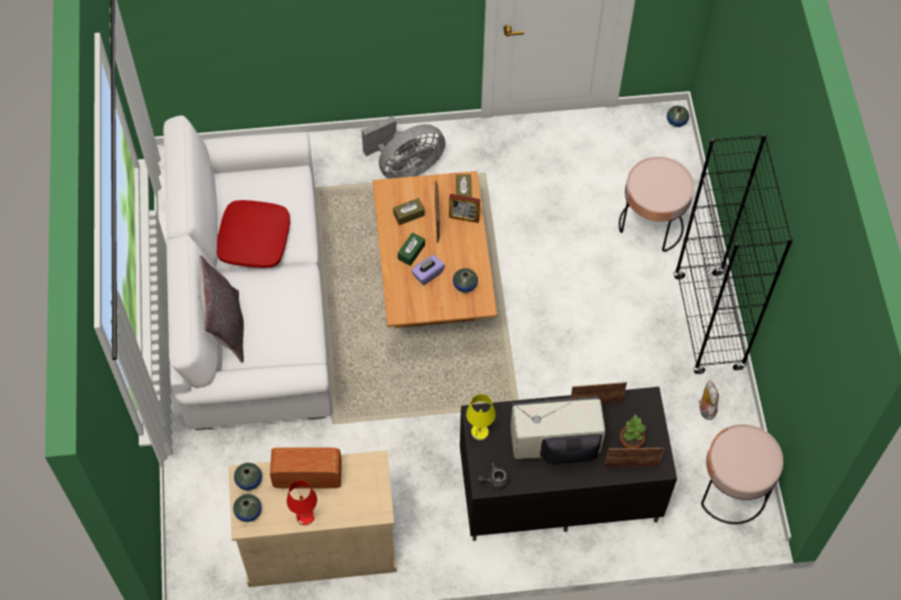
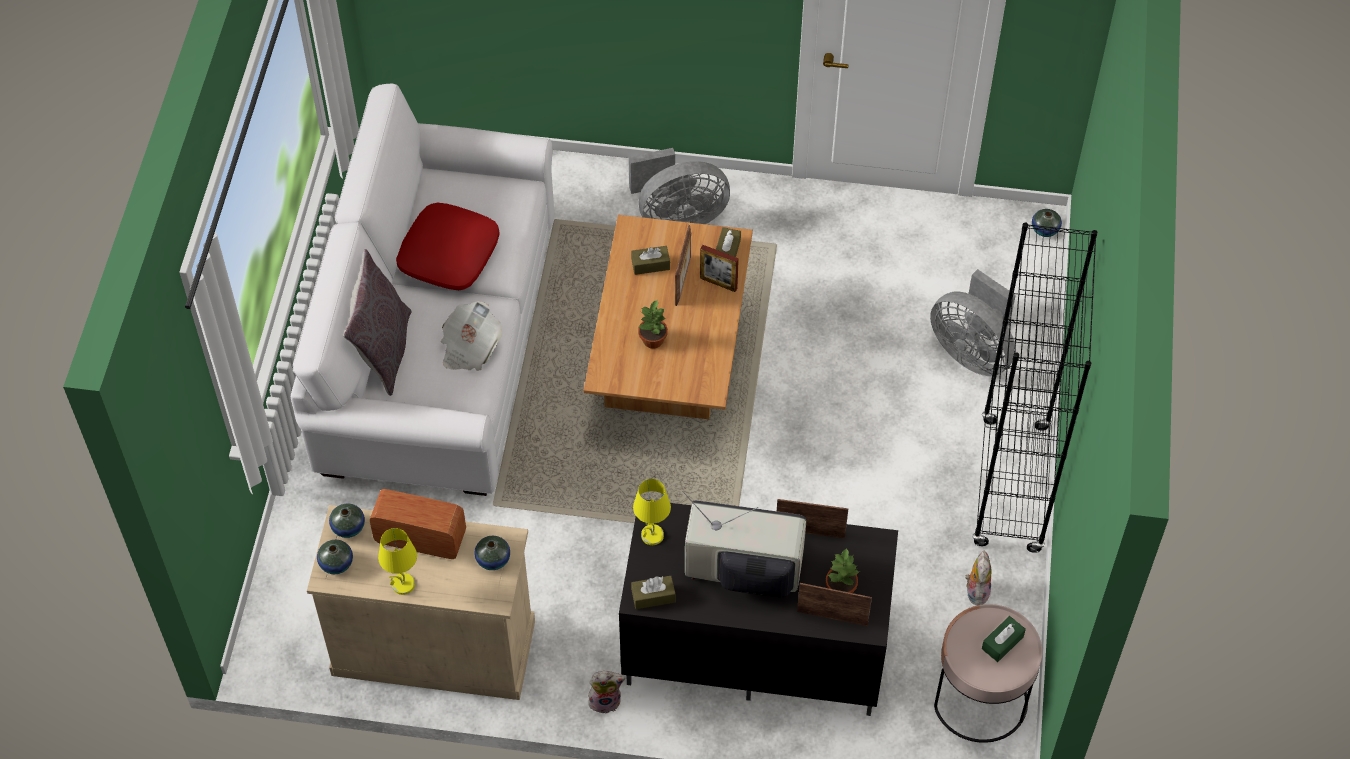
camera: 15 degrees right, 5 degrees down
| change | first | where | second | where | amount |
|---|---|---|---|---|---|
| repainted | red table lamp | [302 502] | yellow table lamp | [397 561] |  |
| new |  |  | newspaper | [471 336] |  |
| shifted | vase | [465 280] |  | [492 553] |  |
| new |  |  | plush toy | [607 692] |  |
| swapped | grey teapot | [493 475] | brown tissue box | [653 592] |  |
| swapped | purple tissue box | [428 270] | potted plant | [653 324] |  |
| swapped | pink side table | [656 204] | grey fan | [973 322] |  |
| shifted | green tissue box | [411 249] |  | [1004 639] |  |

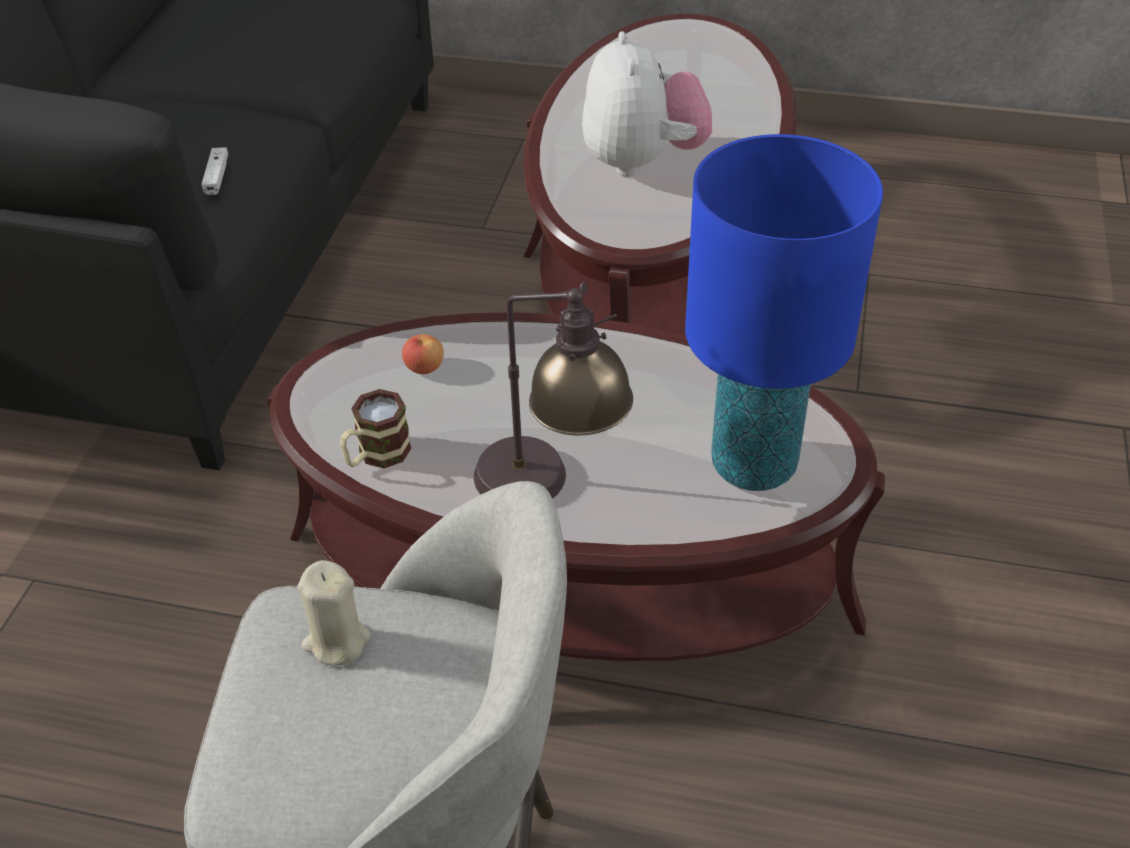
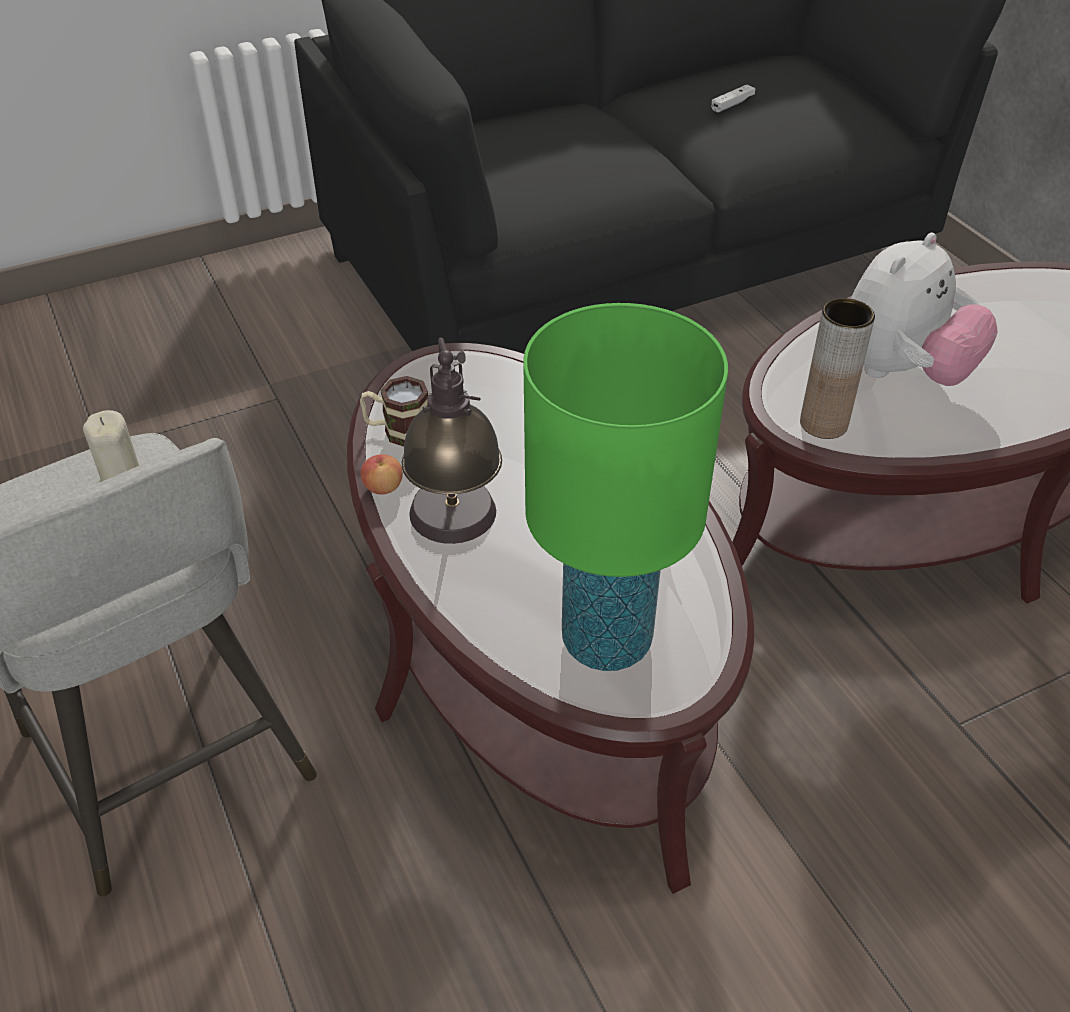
camera: 50 degrees right, 0 degrees up
| change | first | where | second | where | amount |
|---|---|---|---|---|---|
| shifted | apple | [423 354] |  | [381 474] |  |
| repainted | blue table lamp | [784 312] | green table lamp | [625 487] |  |
| shifted | white game controller | [214 171] |  | [733 98] |  |
| new |  |  | brown vase | [837 368] |  |

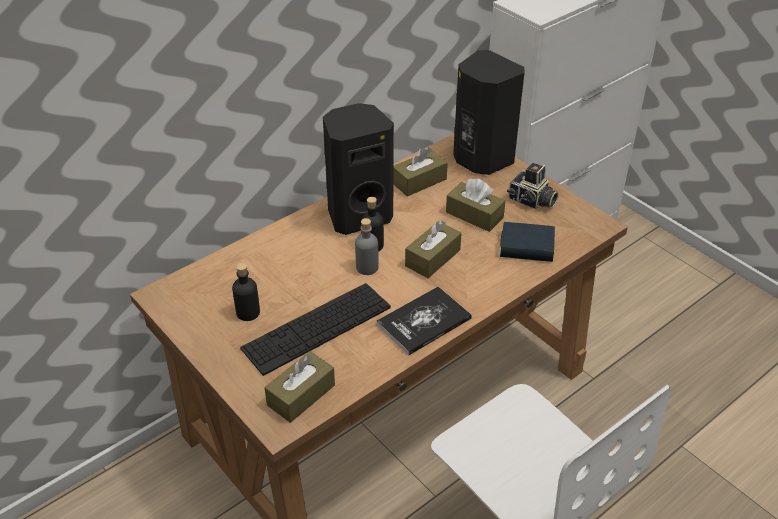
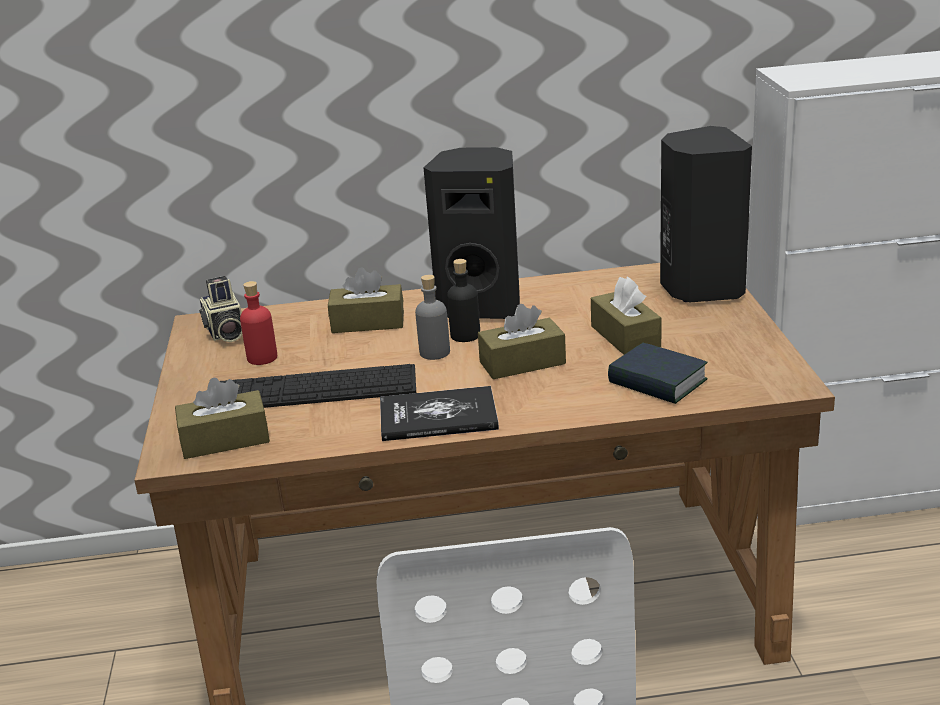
camera: 35 degrees right, 15 degrees down
| change | first | where | second | where | amount |
|---|---|---|---|---|---|
| shifted | photo camera | [533 186] |  | [220 309] |  |
| repainted | black bottle | [246 292] | red bottle | [258 323] |  |
| shifted | brown tissue box | [420 171] |  | [366 300] |  |

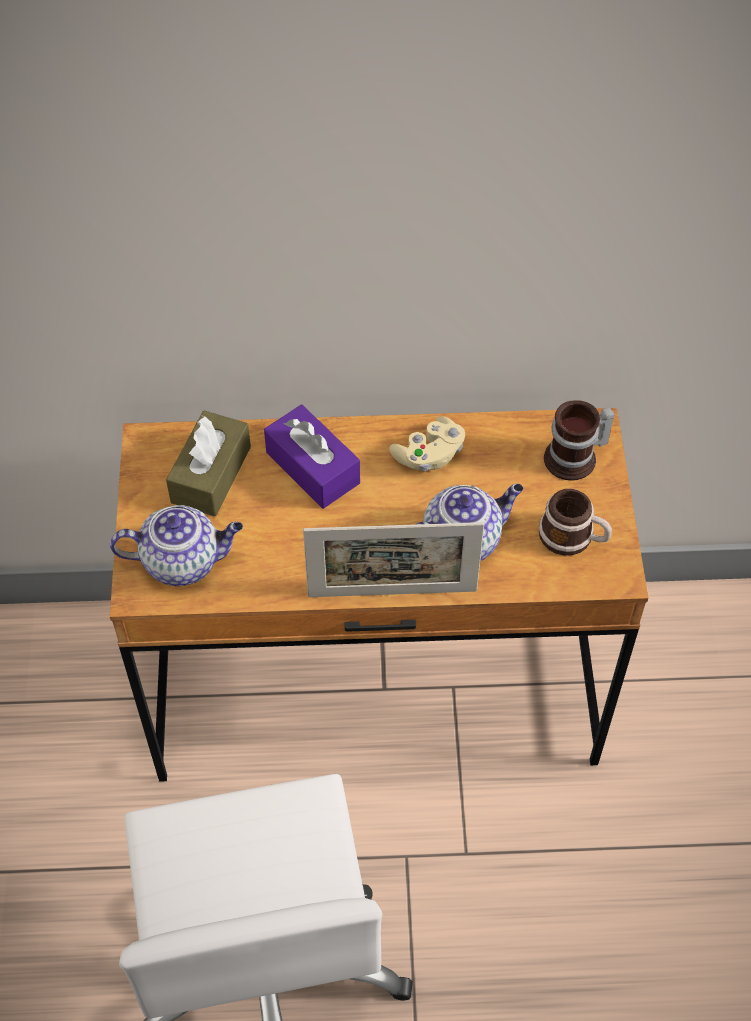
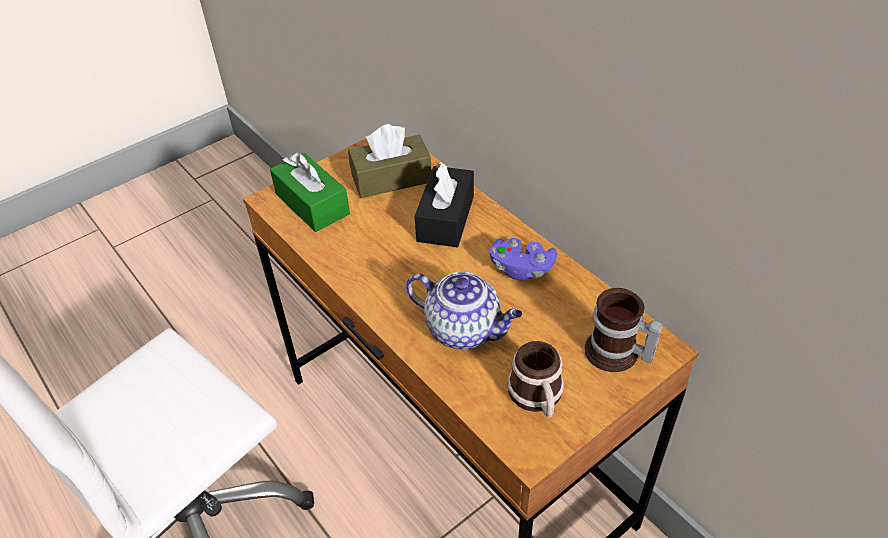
camera: 55 degrees right, 10 degrees down
| change | first | where | second | where | amount |
|---|---|---|---|---|---|
| swapped | teapot | [176 545] | green tissue box | [310 192] |  |
| repainted | purple tissue box | [312 457] | black tissue box | [444 204] |  |
| repainted | beige game controller | [427 444] | purple game controller | [523 259] |  |
| gone | picture frame | [393 559] |  |  |  |

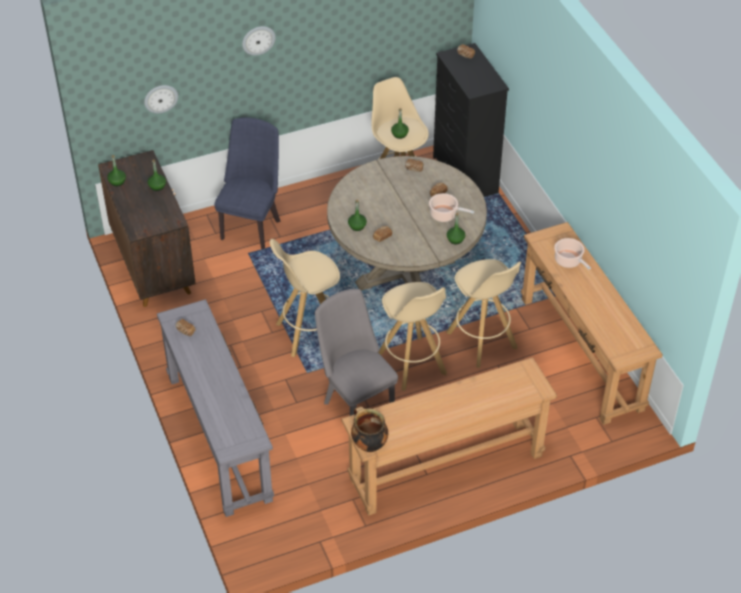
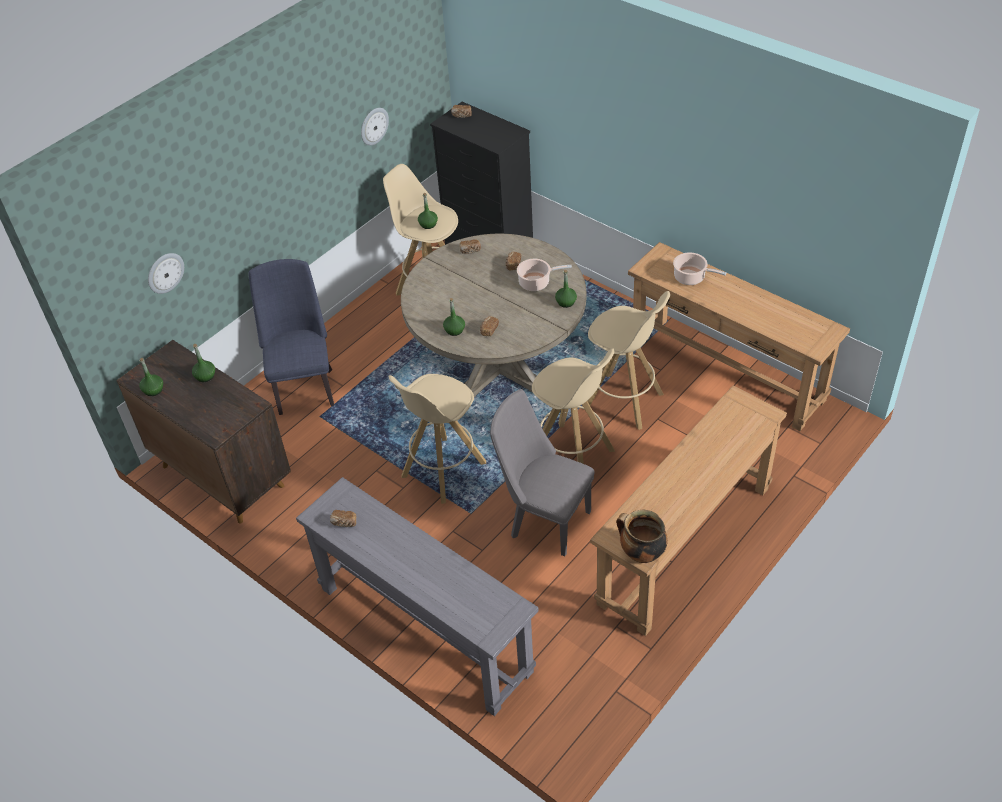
camera: 25 degrees left, 0 degrees up
| change | first | where | second | where | amount |
|---|---|---|---|---|---|
| shifted | wall clock | [259 41] |  | [375 126] |  |

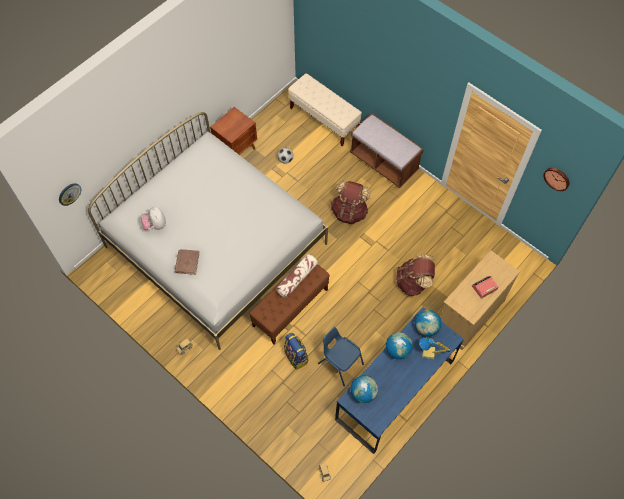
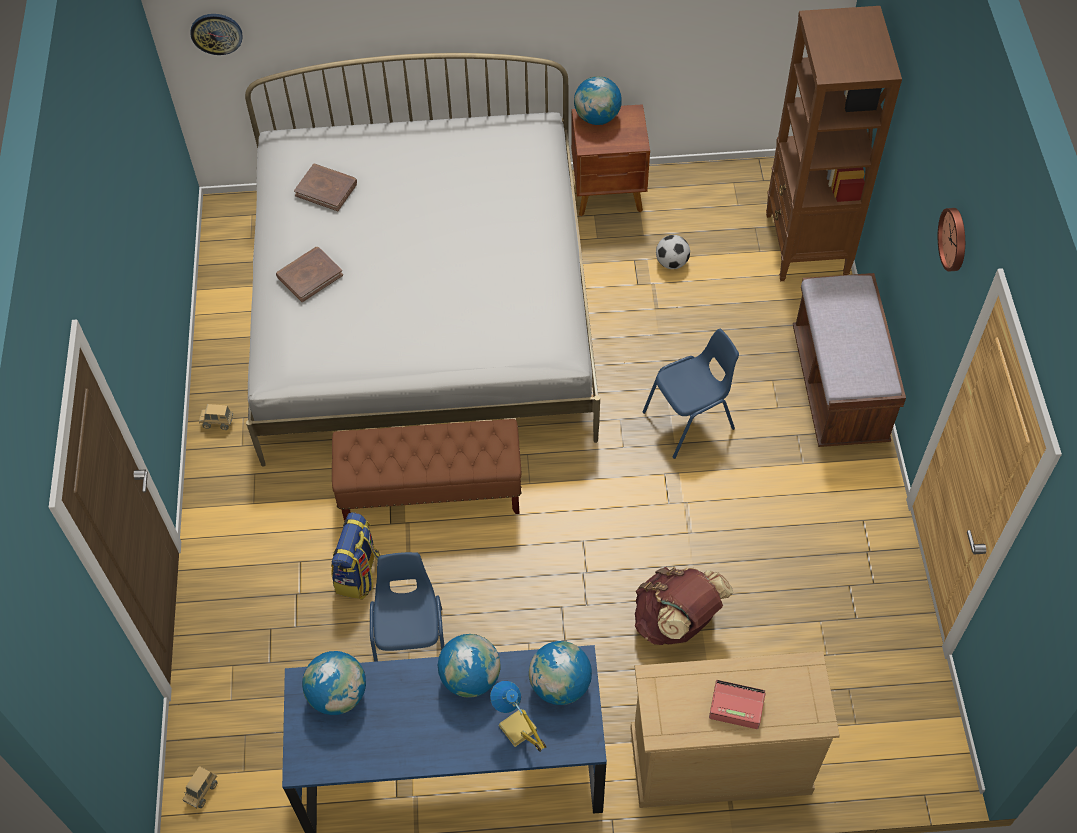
camera: 45 degrees right, 5 degrees down
| change | first | where | second | where | amount |
|---|---|---|---|---|---|
| swapped | plush toy | [153 218] | brown book | [325 187] |  |
| new |  |  | globe | [598 100] |  |
| swapped | brown backpack | [351 202] | blue chair | [691 394] |  |
| swapped | beige bench | [325 109] | brown bookcase | [834 143] |  |
| shifted | wall clock | [556 179] |  | [951 239] |  |
| gone | pillow | [297 276] |  |  |  |

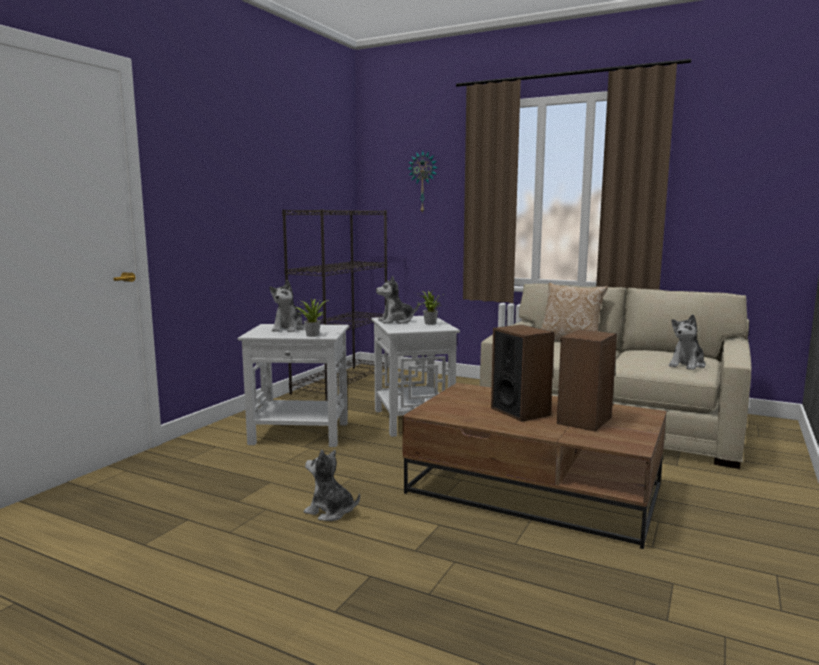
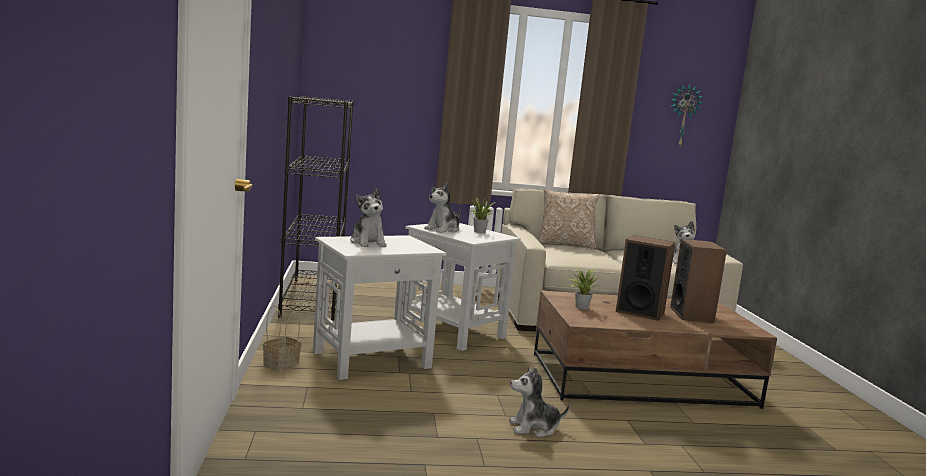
camera: 35 degrees left, 0 degrees up
| change | first | where | second | where | amount |
|---|---|---|---|---|---|
| new |  |  | basket | [282 338] |  |
| shifted | potted plant | [312 318] |  | [584 289] |  |
| shifted | wall clock | [423 182] |  | [687 115] |  |

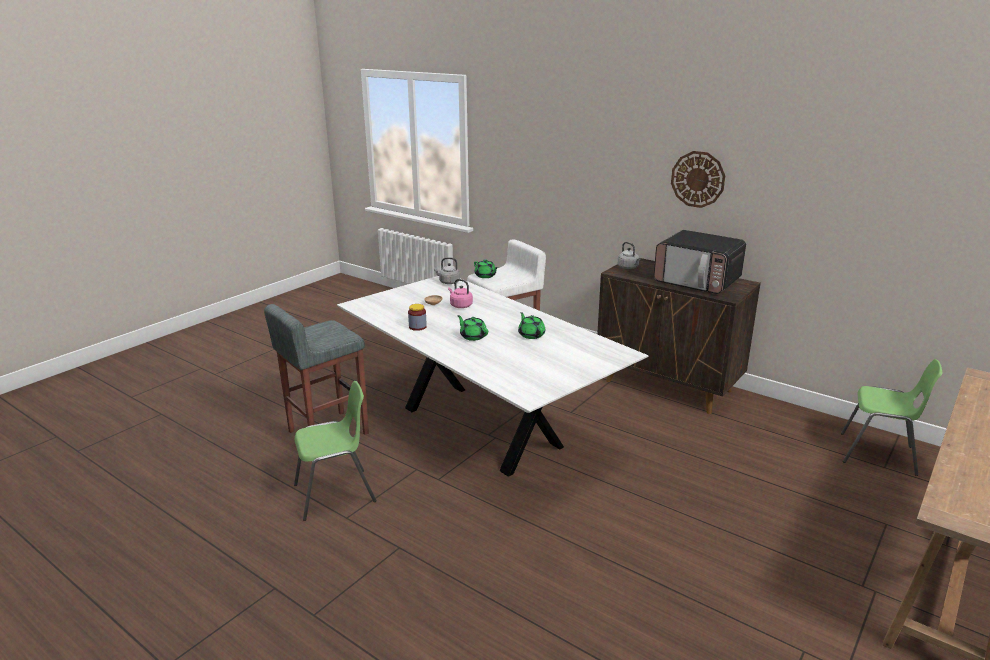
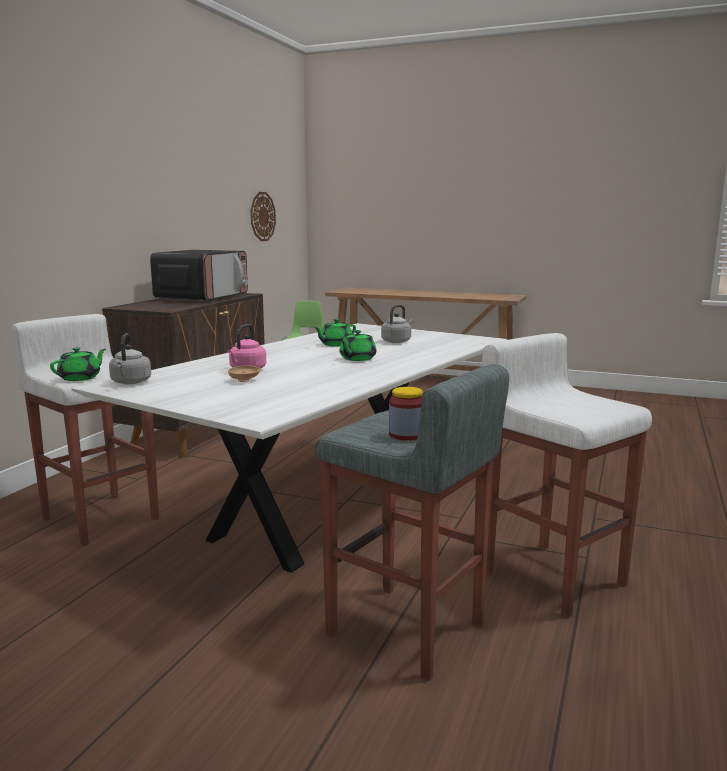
camera: 105 degrees left, 10 degrees down
| change | first | where | second | where | amount |
|---|---|---|---|---|---|
| shifted | wall clock | [698 179] |  | [263 216] |  |
| shifted | grey kettle | [629 255] |  | [397 324] |  |
| shifted | jar | [417 317] |  | [406 413] |  |
| swapped | green chair | [335 451] | white stool | [567 475] |  |

